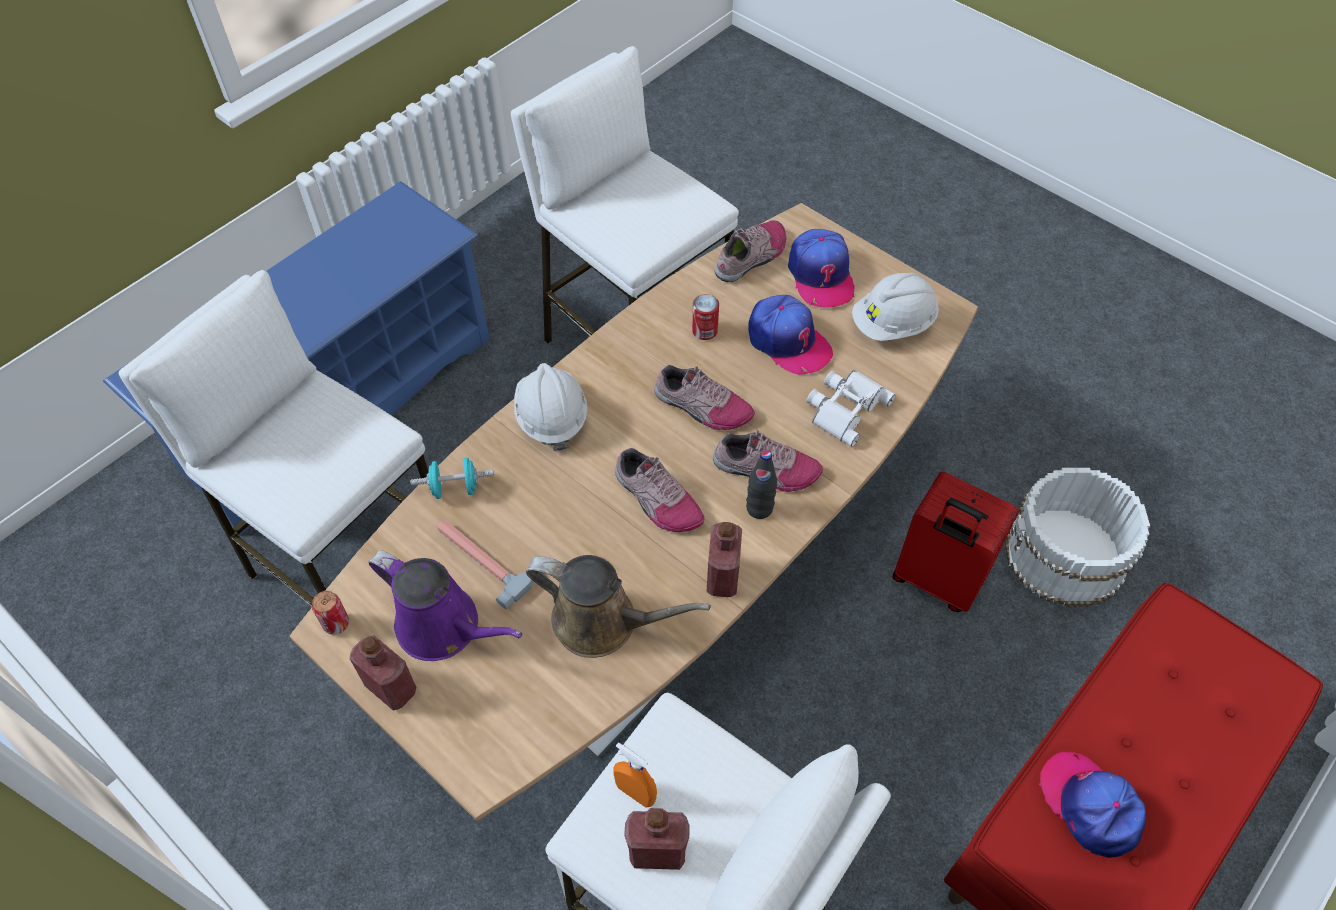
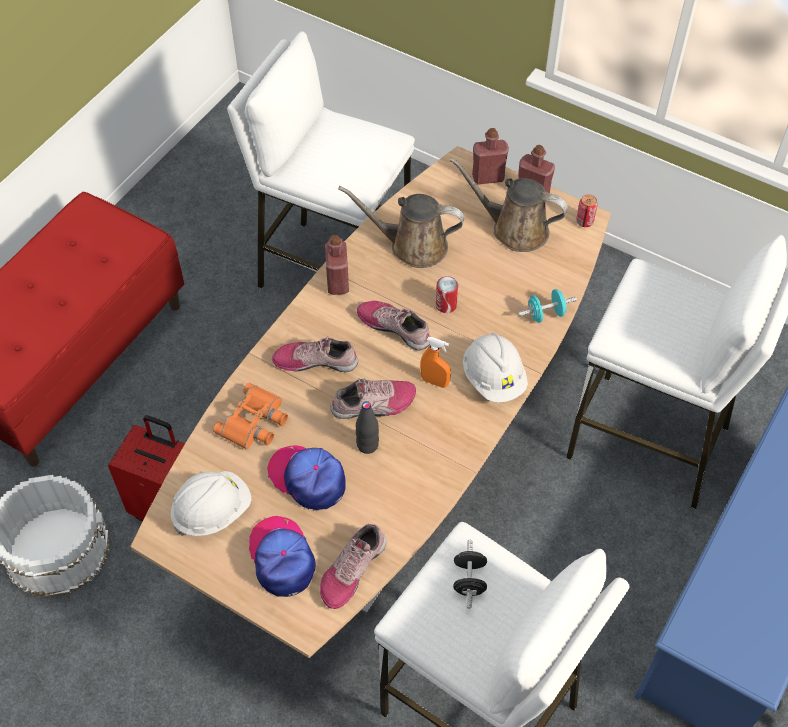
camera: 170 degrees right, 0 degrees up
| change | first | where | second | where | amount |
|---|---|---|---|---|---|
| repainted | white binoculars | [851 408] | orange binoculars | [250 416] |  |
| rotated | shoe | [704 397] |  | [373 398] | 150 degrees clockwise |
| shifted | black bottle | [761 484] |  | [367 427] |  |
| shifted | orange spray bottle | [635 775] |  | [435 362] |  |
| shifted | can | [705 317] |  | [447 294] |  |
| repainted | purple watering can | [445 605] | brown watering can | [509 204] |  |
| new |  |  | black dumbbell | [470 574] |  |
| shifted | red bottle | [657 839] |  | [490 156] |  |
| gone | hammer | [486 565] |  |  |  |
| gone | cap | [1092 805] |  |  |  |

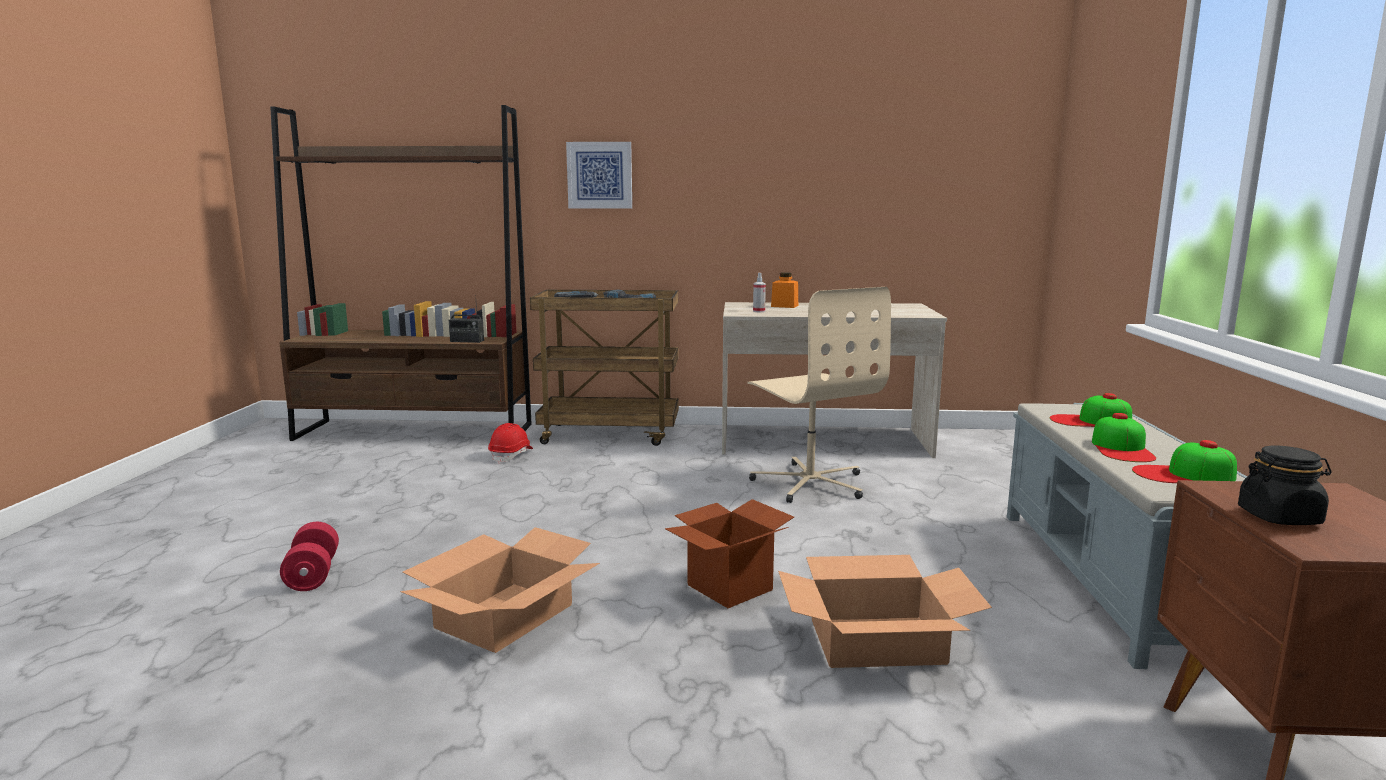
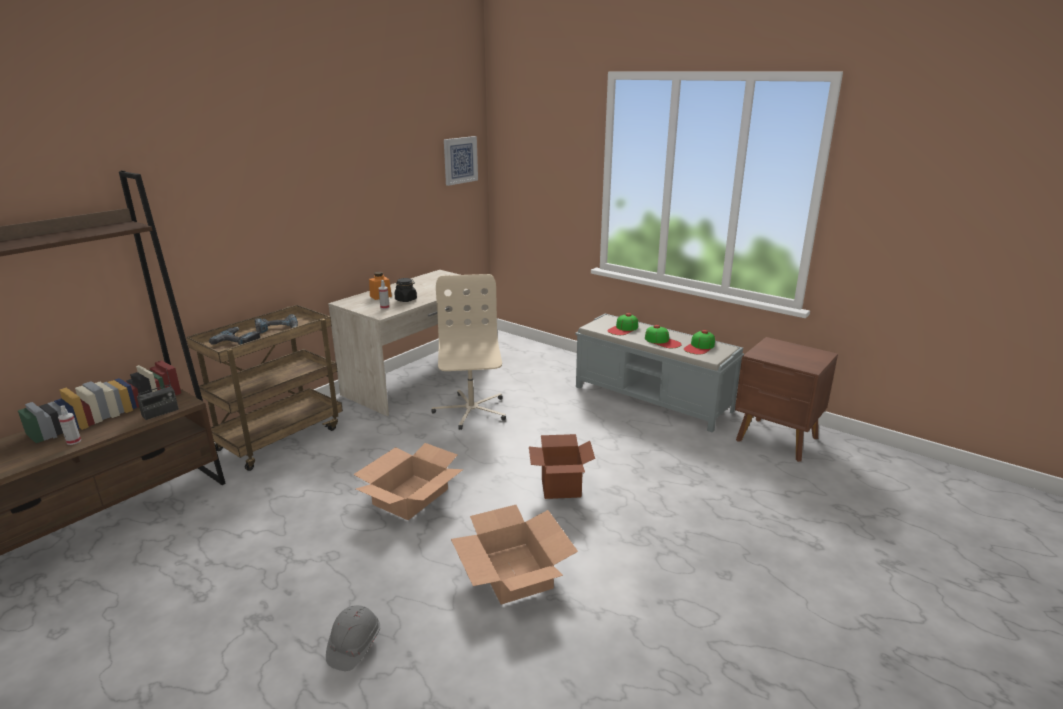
camera: 55 degrees left, 10 degrees up
| change | first | where | second | where | amount |
|---|---|---|---|---|---|
| new |  |  | spray bottle | [69 425] |  |
| swapped | red dumbbell | [309 556] | grey hard hat | [353 638] |  |
| shifted | cardboard box | [885 611] |  | [408 481] |  |
| shifted | black jar | [1285 485] |  | [405 290] |  |
| rotated | beige office chair | [819 395] |  | [468 352] | 105 degrees counterclockwise |
| shifted | picture | [599 175] |  | [461 161] |  |
| gone | red hard hat | [510 443] |  |  |  |

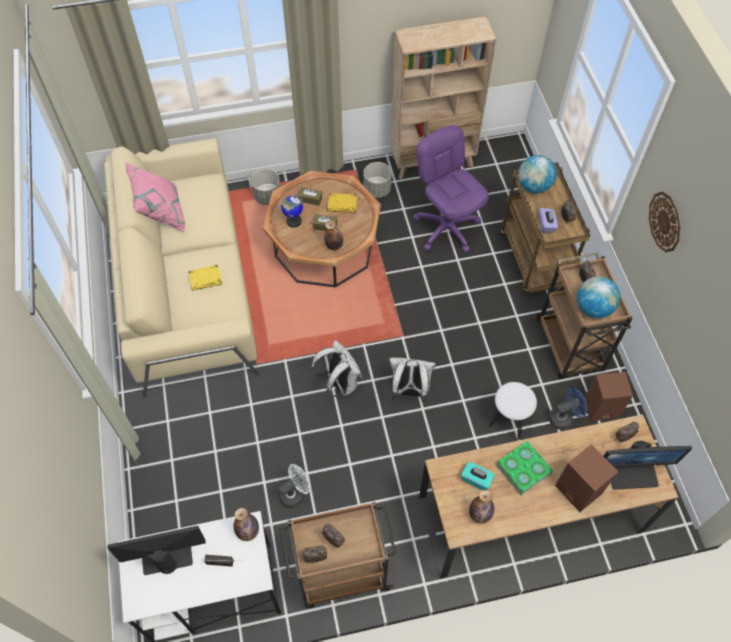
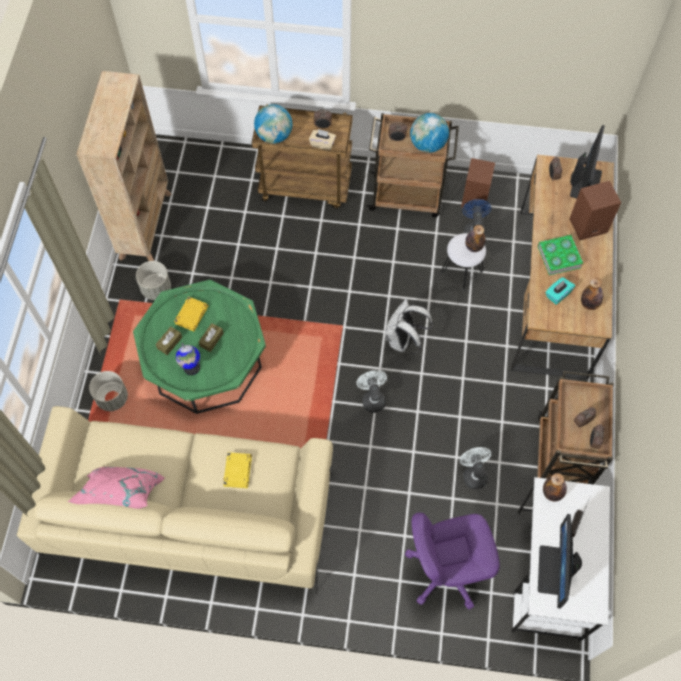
camera: 70 degrees left, 5 degrees up
| change | first | where | second | where | amount |
|---|---|---|---|---|---|
| repainted | brown coffee table | [322 229] | green coffee table | [199 347] |  |
| repainted | purple tissue box | [548 220] | beige tissue box | [322 139] |  |
| swapped | white backpack | [336 368] | white fan | [372 391] |  |
| shifted | purple office chair | [451 189] |  | [452 561] |  |
| shifted | bottle | [333 235] |  | [475 238] |  |
| gone | wall clock | [665 221] |  |  |  |

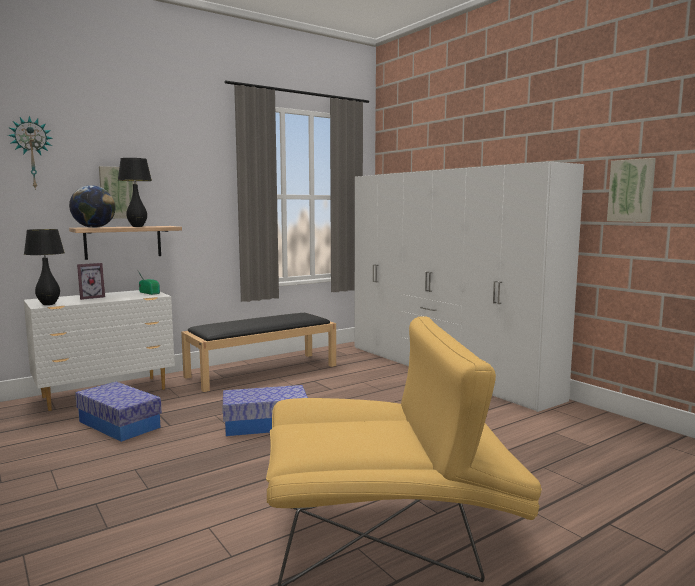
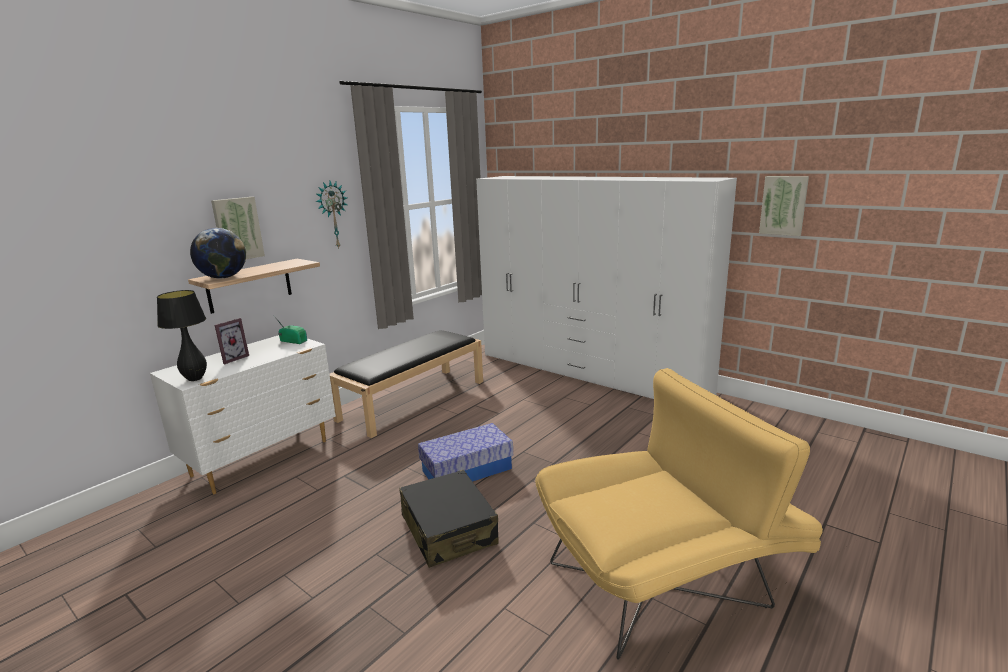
camera: 15 degrees left, 10 degrees up
| change | first | where | second | where | amount |
|---|---|---|---|---|---|
| shifted | wall clock | [30 153] |  | [331 215] |  |
| new |  |  | black suitcase | [449 519] |  |
| gone | storage box | [118 412] |  |  |  |
| gone | black table lamp | [135 192] |  |  |  |

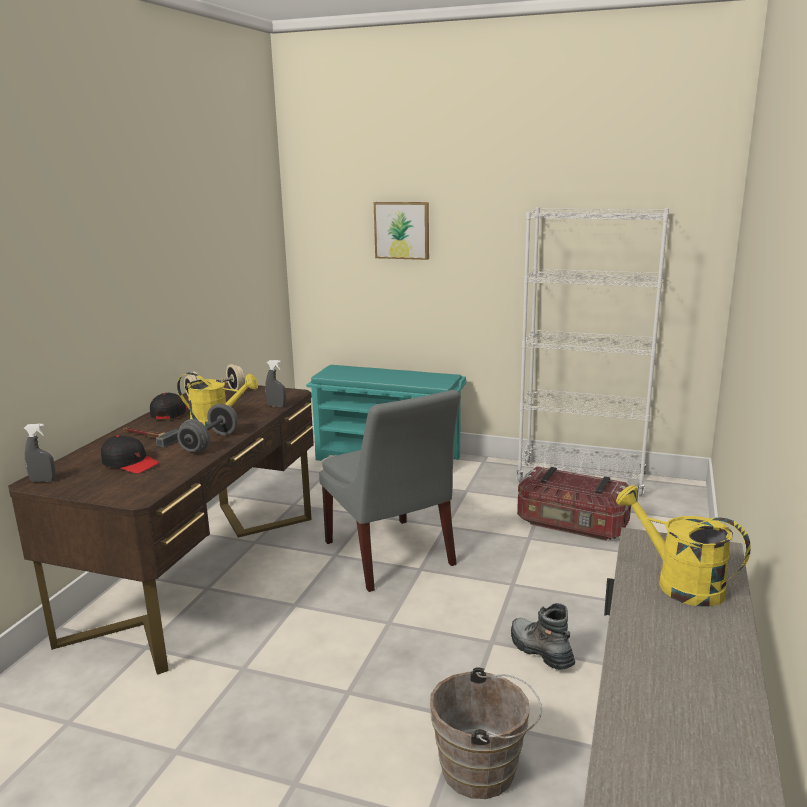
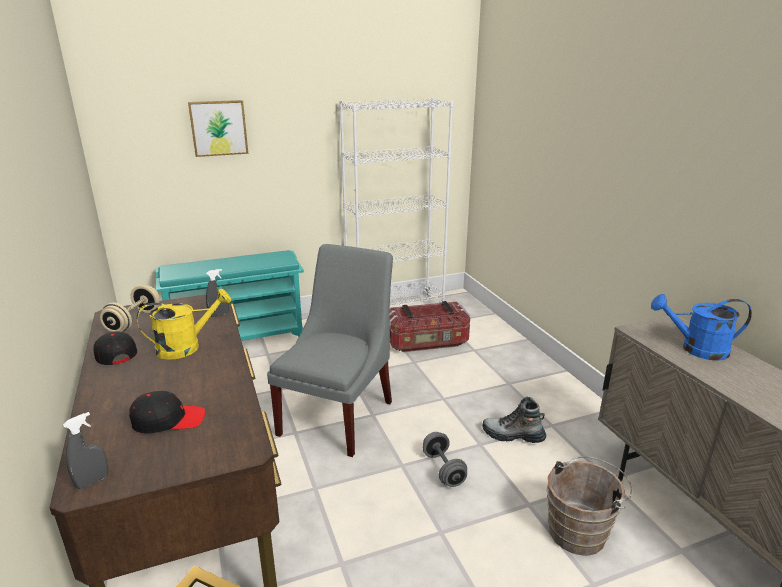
camera: 40 degrees left, 5 degrees up
| change | first | where | second | where | amount |
|---|---|---|---|---|---|
| rotated | grey chair | [390 491] |  | [330 350] | 90 degrees counterclockwise |
| shifted | grey dumbbell | [207 428] |  | [445 459] |  |
| repainted | yellow watering can | [683 546] | blue watering can | [701 327] |  |
| gone | hammer | [151 437] |  |  |  |

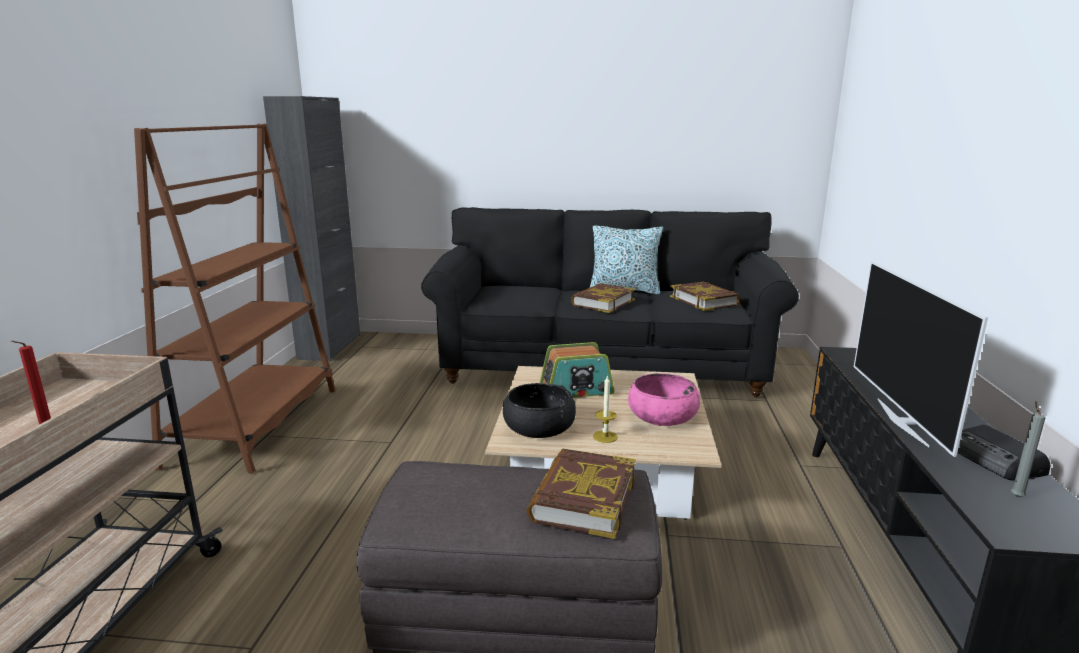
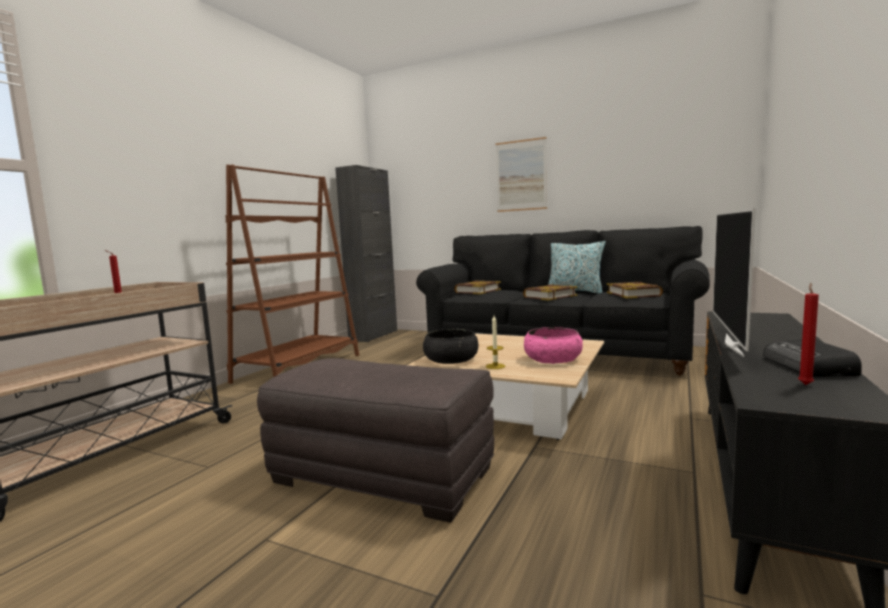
camera: 20 degrees right, 10 degrees down
| change | first | where | second | where | amount |
|---|---|---|---|---|---|
| shifted | book | [580 493] |  | [477 287] |  |
| new |  |  | picture | [521 174] |  |
| repainted | grey candle | [1028 449] | red candle | [808 334] |  |
| gone | radio | [577 370] |  |  |  |

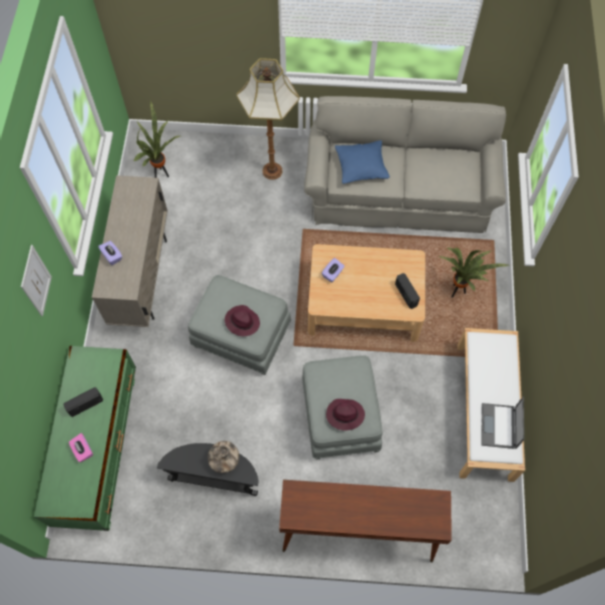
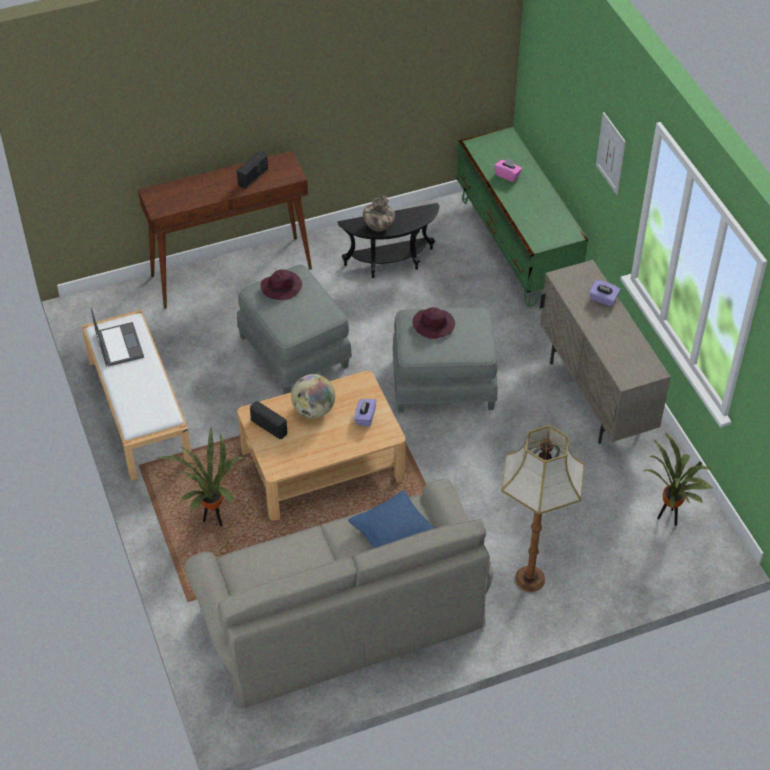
camera: 155 degrees right, 15 degrees down
| change | first | where | second | where | amount |
|---|---|---|---|---|---|
| shifted | radio | [83 402] |  | [252 170] |  |
| new |  |  | globe | [313 396] |  |

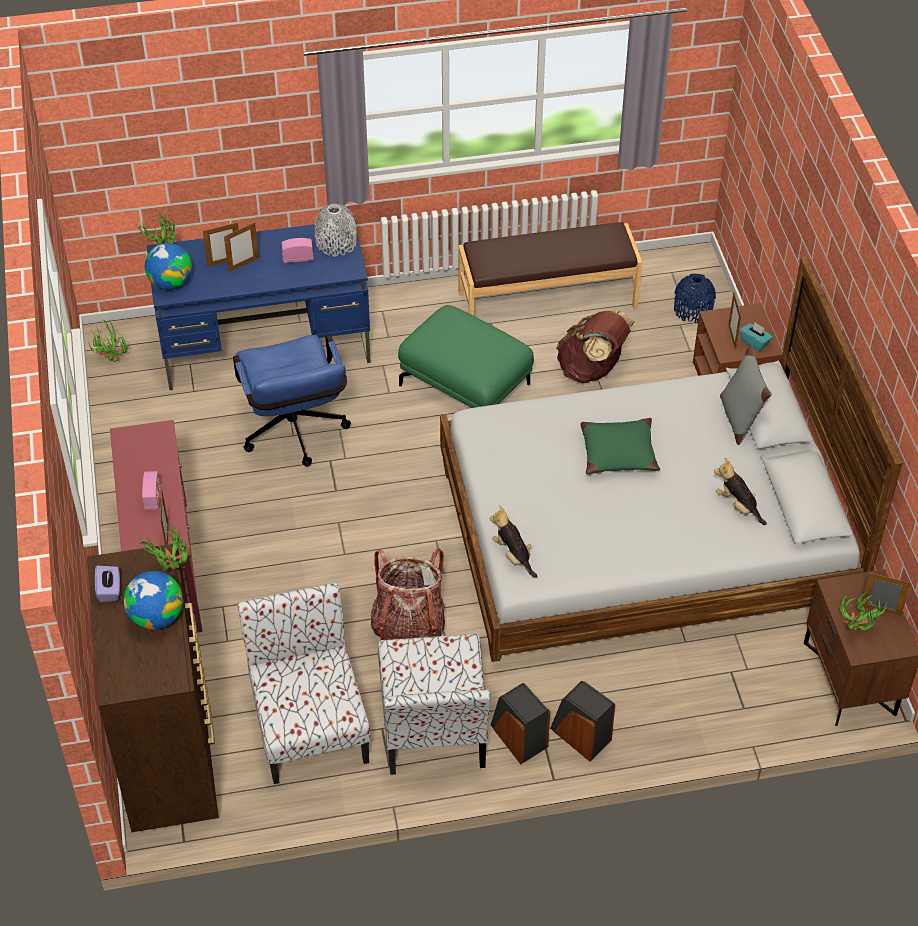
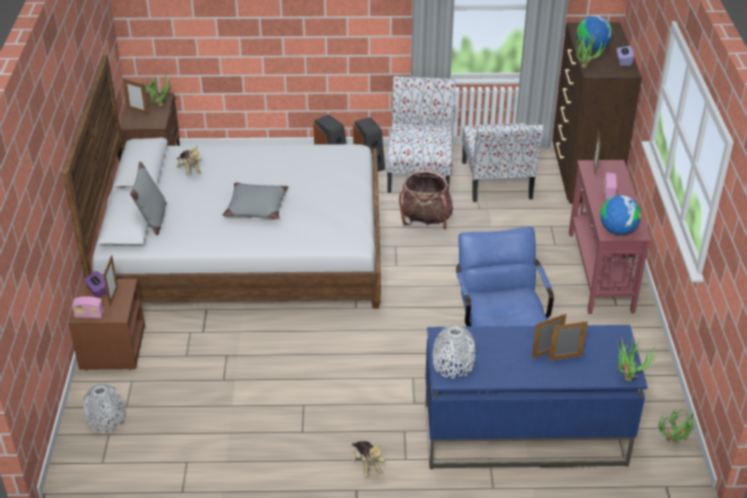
camera: 170 degrees left, 10 degrees down
| change | first | where | second | where | amount |
|---|---|---|---|---|---|
| shifted | radio | [298 250] |  | [88 307] |  |
| repainted | blue vase | [695 298] | grey vase | [104 408] |  |
| repainted | turquoise tissue box | [756 337] | purple tissue box | [95 284] |  |
| repainted | green pillow | [620 446] | grey pillow | [255 200] |  |
| shifted | plush toy | [513 542] |  | [368 459] |  |
| shifted | globe | [168 266] |  | [620 215] |  |
| gone | green ottoman | [466 356] |  |  |  |
| gone | brown bench | [550 269] |  |  |  |
| gone | brown backpack | [595 346] |  |  |  |

